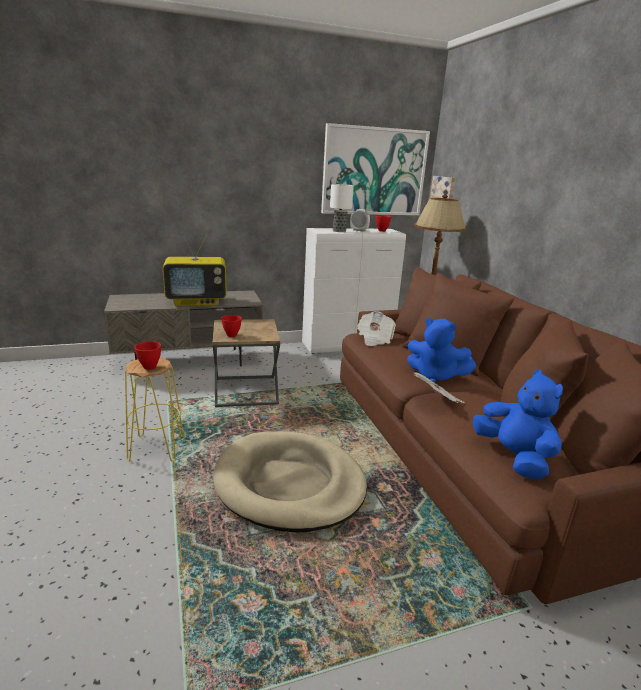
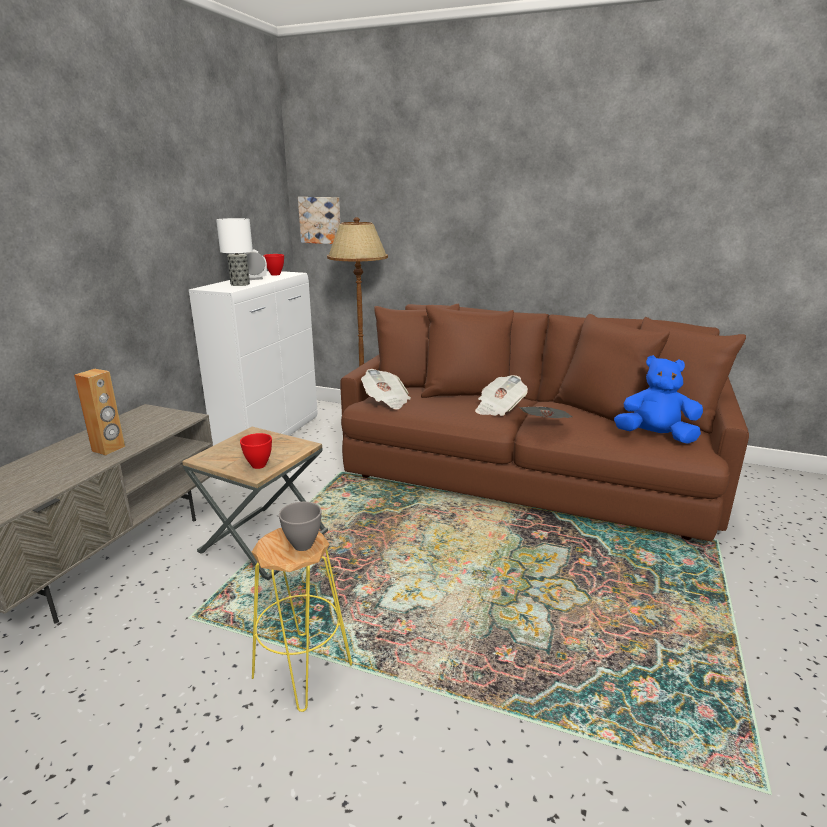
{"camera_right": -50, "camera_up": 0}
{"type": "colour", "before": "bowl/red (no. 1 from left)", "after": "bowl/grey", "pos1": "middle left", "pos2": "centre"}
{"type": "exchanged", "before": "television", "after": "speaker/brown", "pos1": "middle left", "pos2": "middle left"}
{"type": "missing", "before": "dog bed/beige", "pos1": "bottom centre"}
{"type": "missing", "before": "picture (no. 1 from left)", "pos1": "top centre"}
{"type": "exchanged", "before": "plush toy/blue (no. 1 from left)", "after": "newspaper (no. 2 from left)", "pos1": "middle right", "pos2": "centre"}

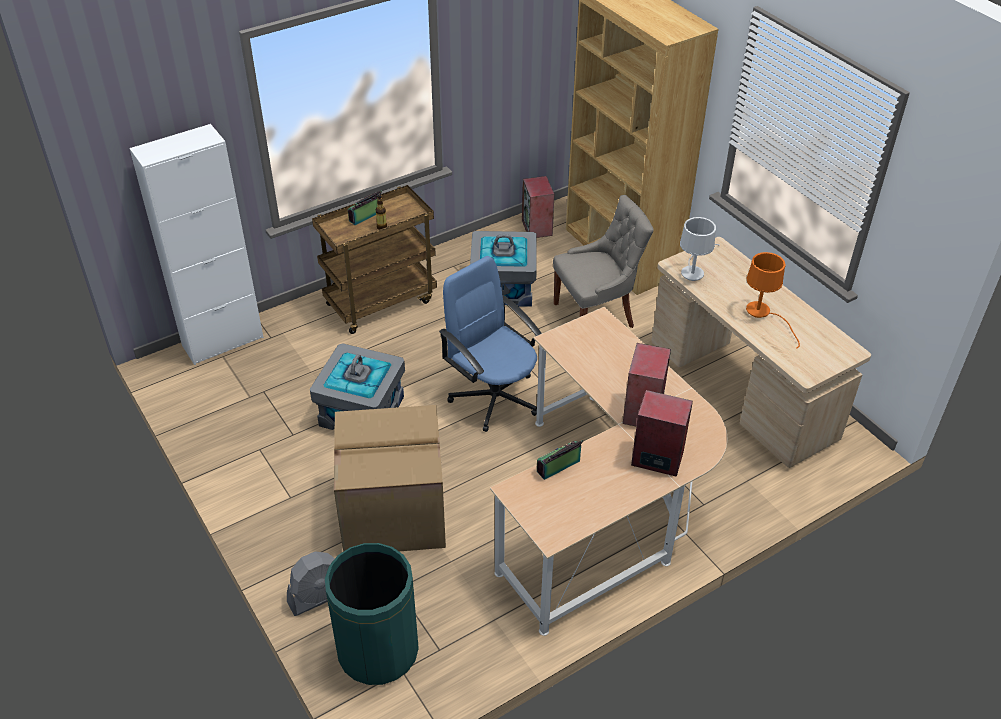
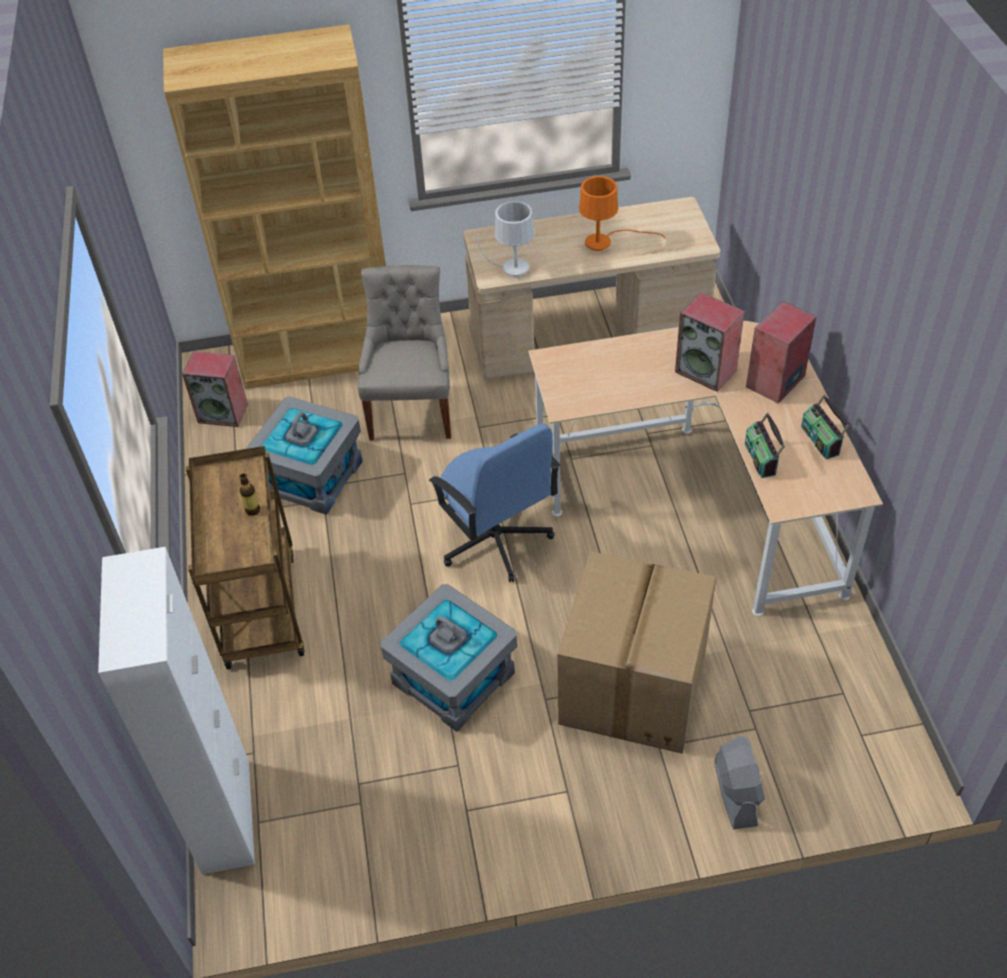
{"camera_right": -65, "camera_up": 5}
{"type": "missing", "before": "trash can/green", "pos1": "bottom centre"}
{"type": "relocated", "before": "radio (no. 1 from left in the first image)", "after": "radio (no. 2 from left)", "pos1": "top centre", "pos2": "middle right"}
{"type": "spun", "before": "office chair/blue", "pos1": "centre", "pos2": "centre", "turn": -105}

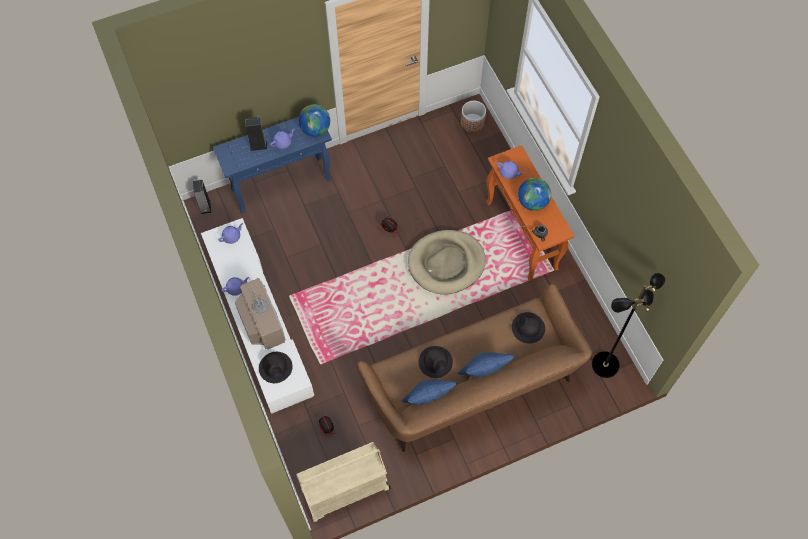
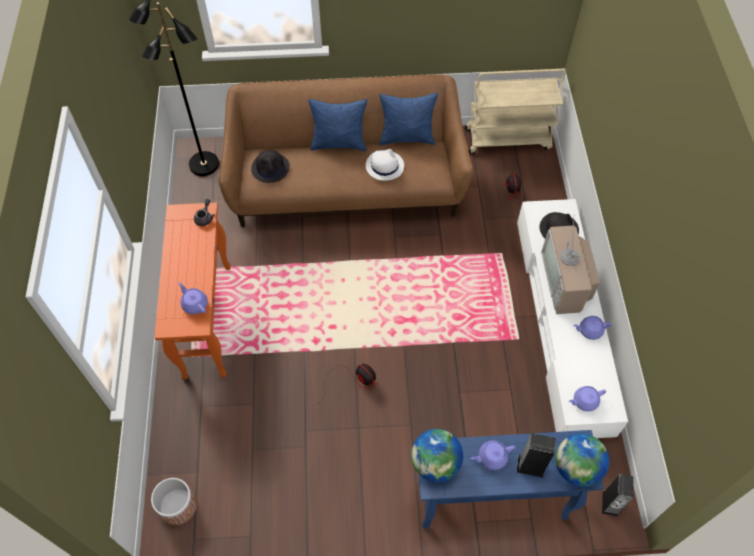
{"camera_right": -160, "camera_up": -5}
{"type": "missing", "before": "dog bed/beige", "pos1": "centre"}
{"type": "colour", "before": "hat/black (no. 2 from left)", "after": "hat/white", "pos1": "bottom centre", "pos2": "top centre"}
{"type": "relocated", "before": "globe (no. 2 from left)", "pos1": "centre", "pos2": "bottom right"}

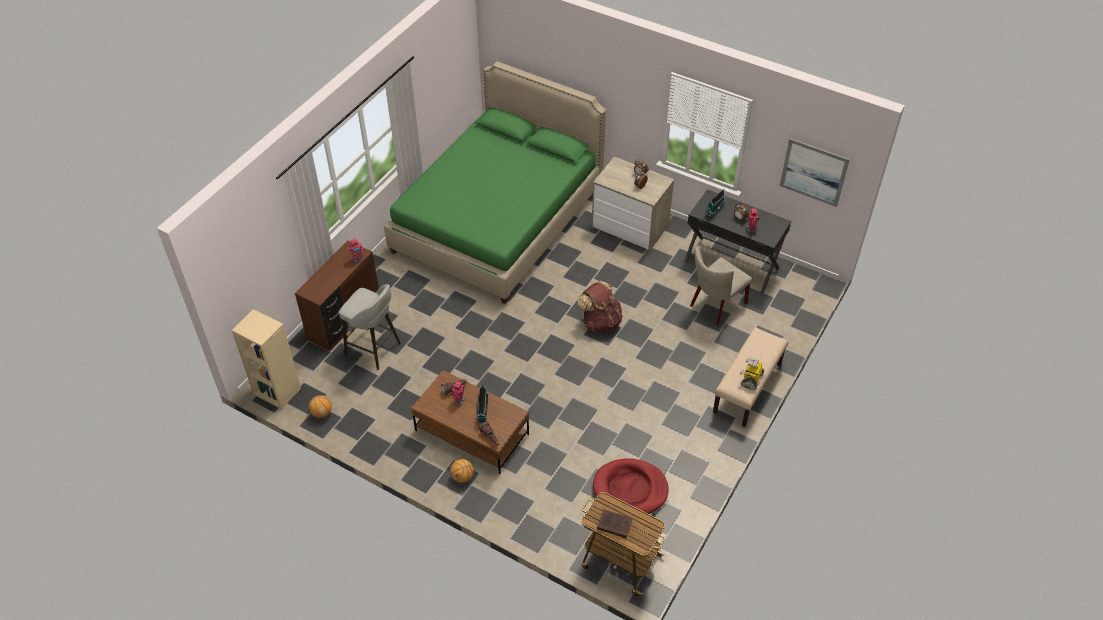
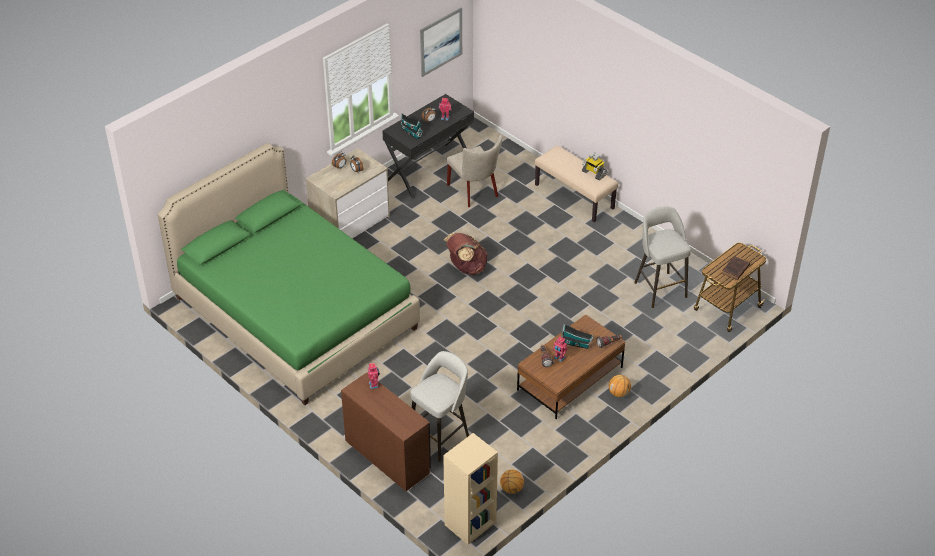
{"camera_right": -75, "camera_up": -5}
{"type": "exchanged", "before": "dog bed/red", "after": "stool/grey (no. 2 from left)", "pos1": "bottom centre", "pos2": "middle right"}

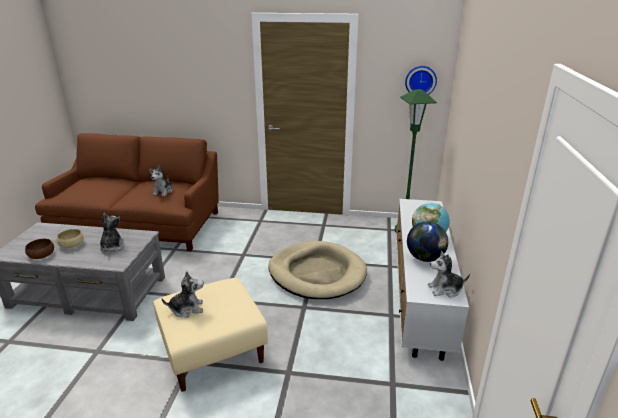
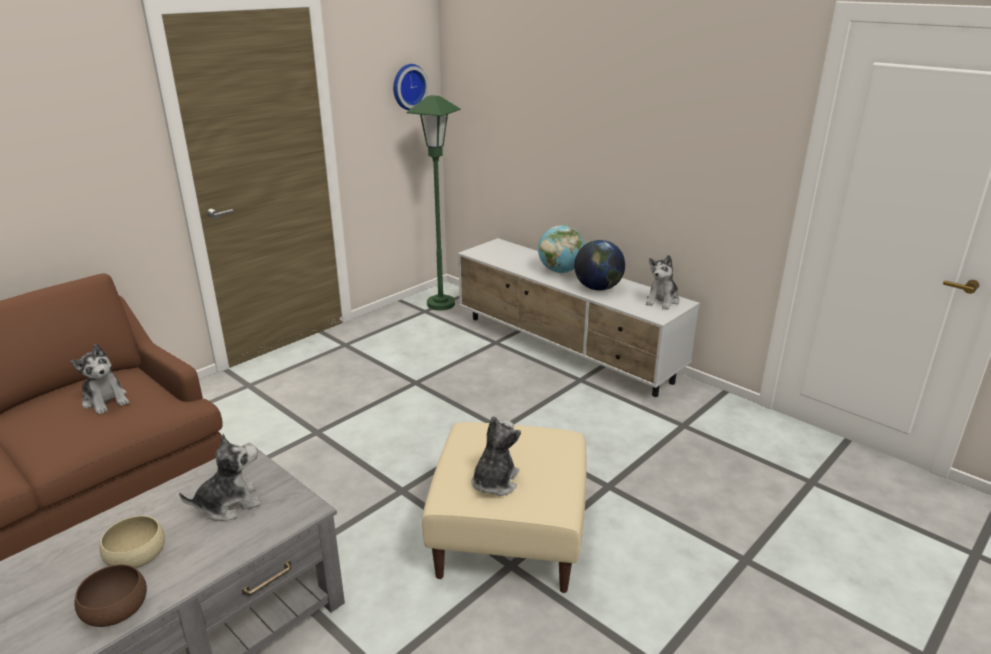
{"camera_right": -55, "camera_up": 0}
{"type": "spun", "before": "plush toy (no. 1 from left in the first image)", "pos1": "middle left", "pos2": "bottom left", "turn": 120}
{"type": "missing", "before": "dog bed/beige", "pos1": "centre"}

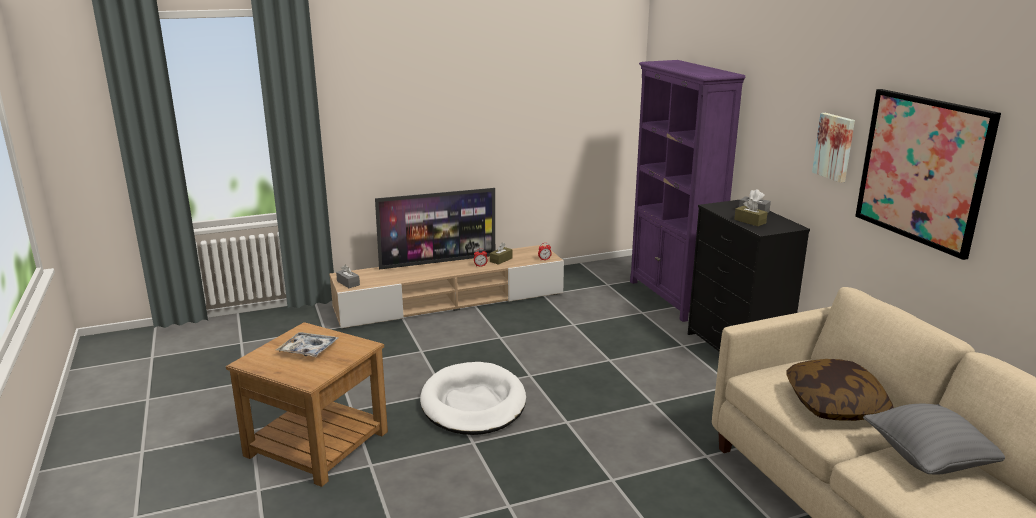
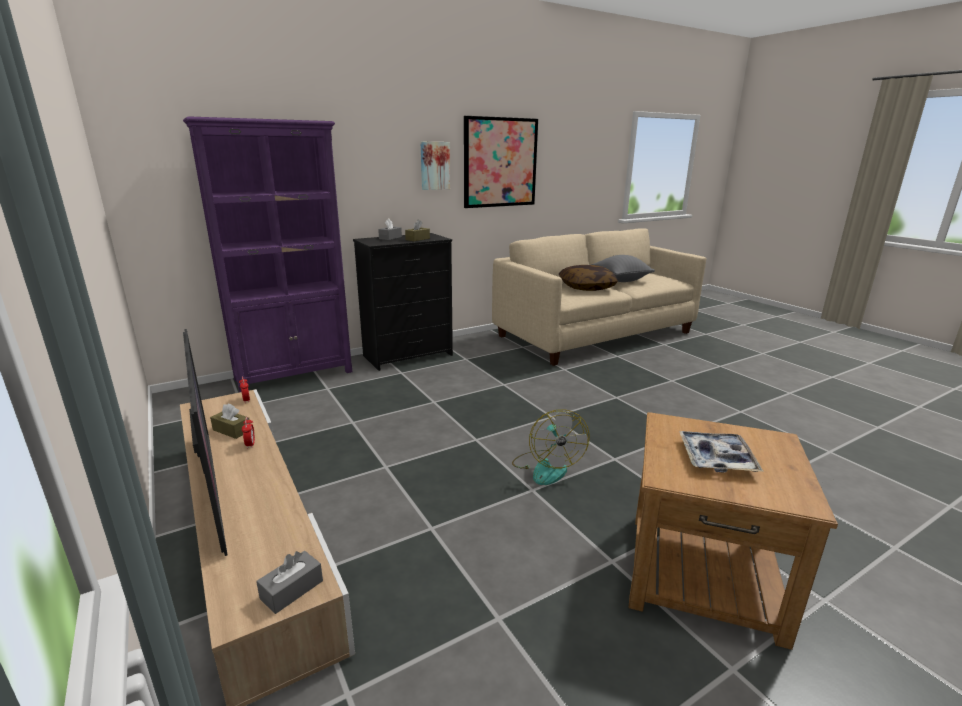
{"camera_right": -100, "camera_up": 0}
{"type": "exchanged", "before": "dog bed/white", "after": "fan", "pos1": "bottom centre", "pos2": "centre"}

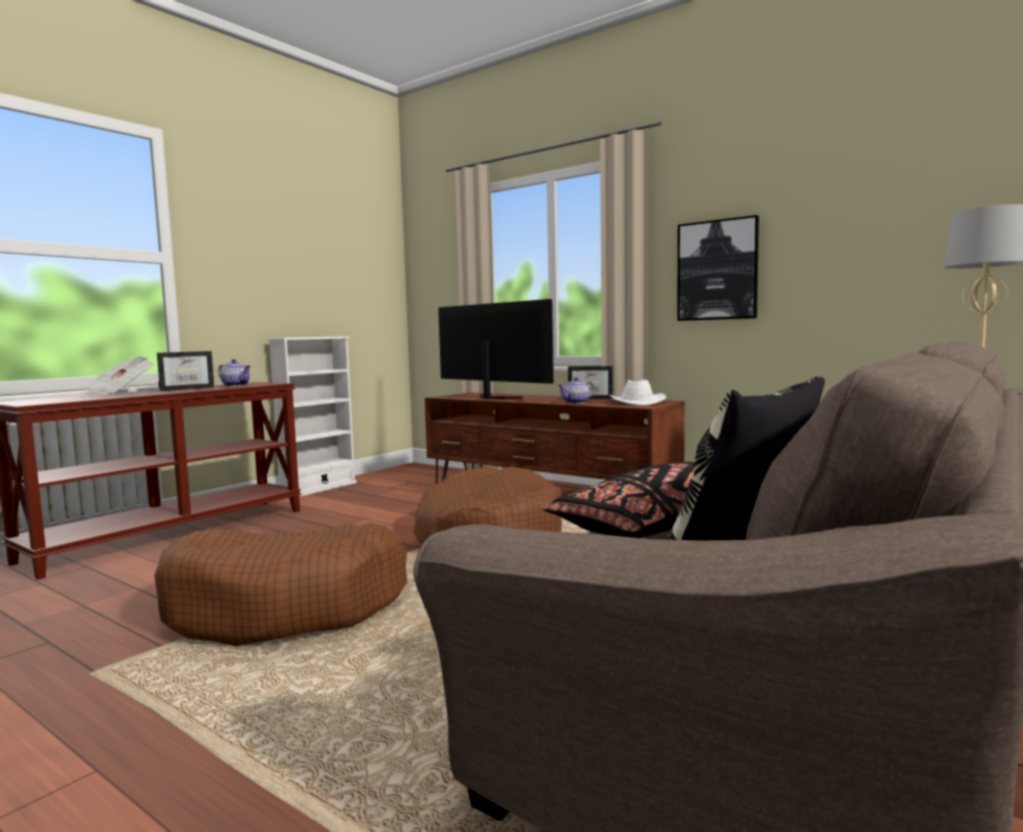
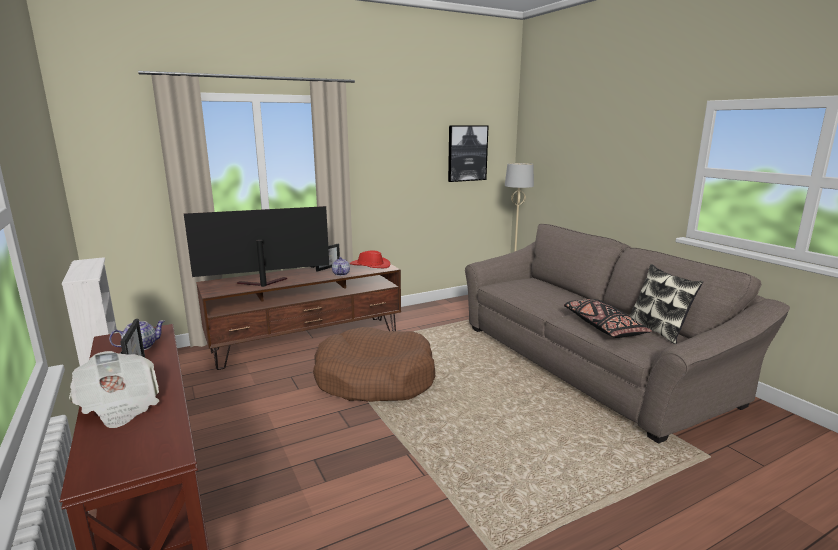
{"camera_right": -65, "camera_up": 10}
{"type": "missing", "before": "dog bed/brown (no. 1 from left)", "pos1": "bottom left"}
{"type": "colour", "before": "hat/white", "after": "hat/red", "pos1": "centre", "pos2": "centre"}
{"type": "relocated", "before": "picture", "pos1": "top right", "pos2": "top centre"}

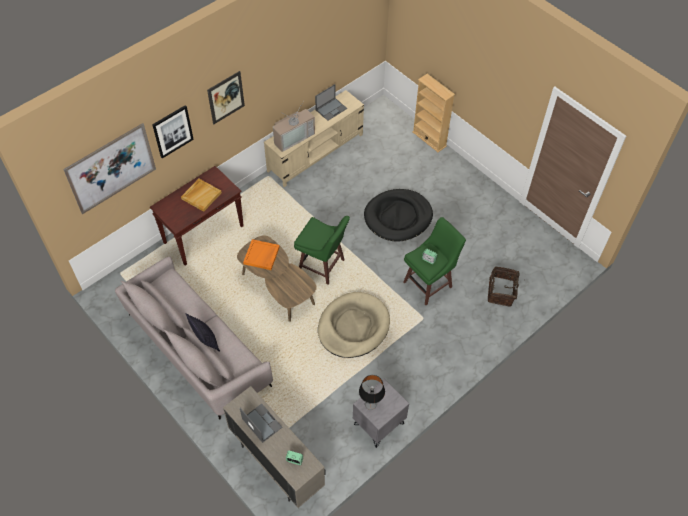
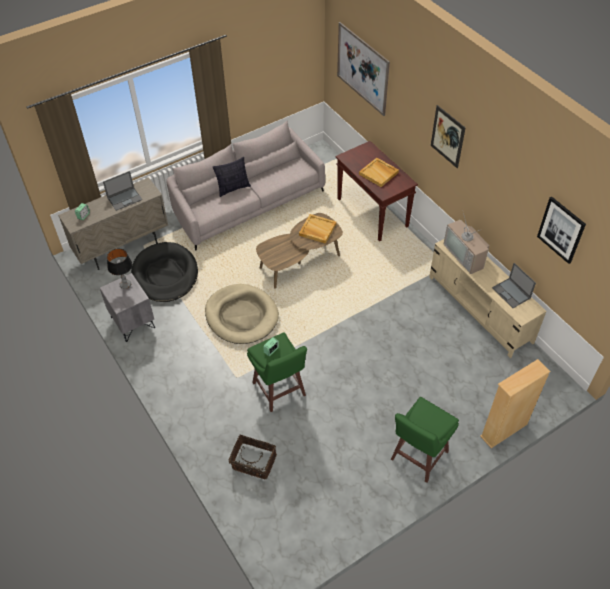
{"camera_right": 100, "camera_up": -5}
{"type": "relocated", "before": "picture (no. 2 from left in the first image)", "after": "picture (no. 3 from left)", "pos1": "top left", "pos2": "middle right"}
{"type": "colour", "before": "tray/orange", "after": "tray/beige (no. 1 from left)", "pos1": "centre", "pos2": "centre"}
{"type": "relocated", "before": "stool/green (no. 1 from left in the first image)", "after": "stool/green (no. 2 from left)", "pos1": "centre", "pos2": "bottom right"}
{"type": "relocated", "before": "dog bed/black", "pos1": "centre", "pos2": "middle left"}

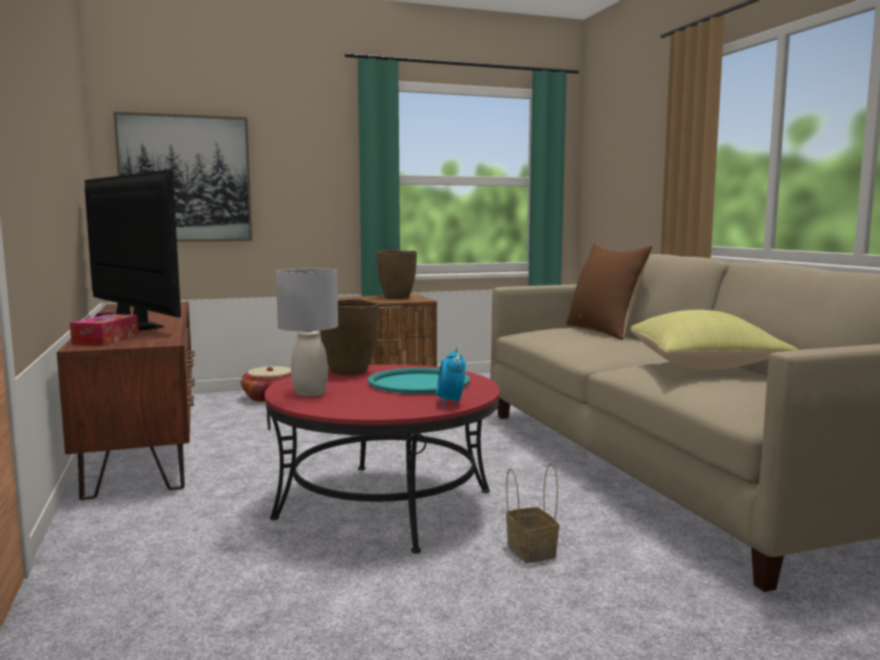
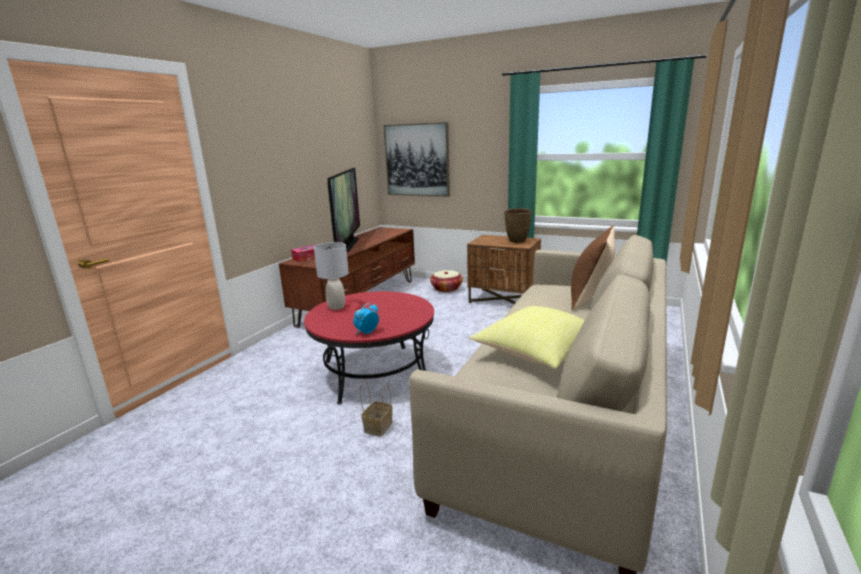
{"camera_right": 45, "camera_up": 10}
{"type": "missing", "before": "vase/brown (no. 1 from left)", "pos1": "centre"}
{"type": "missing", "before": "tray/turquoise", "pos1": "centre"}

